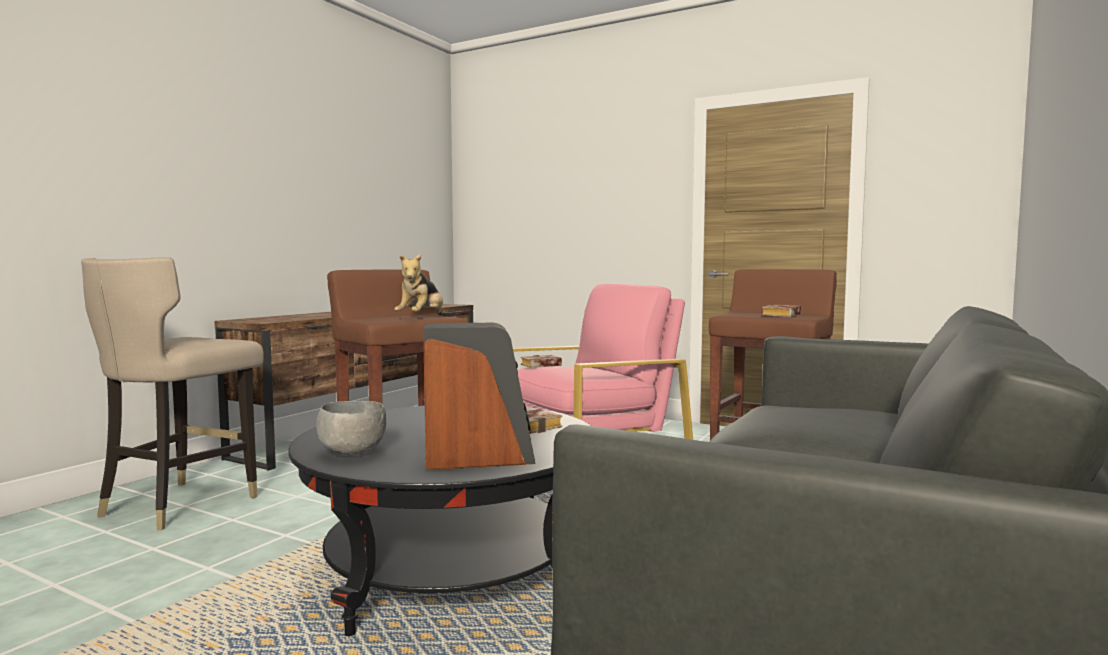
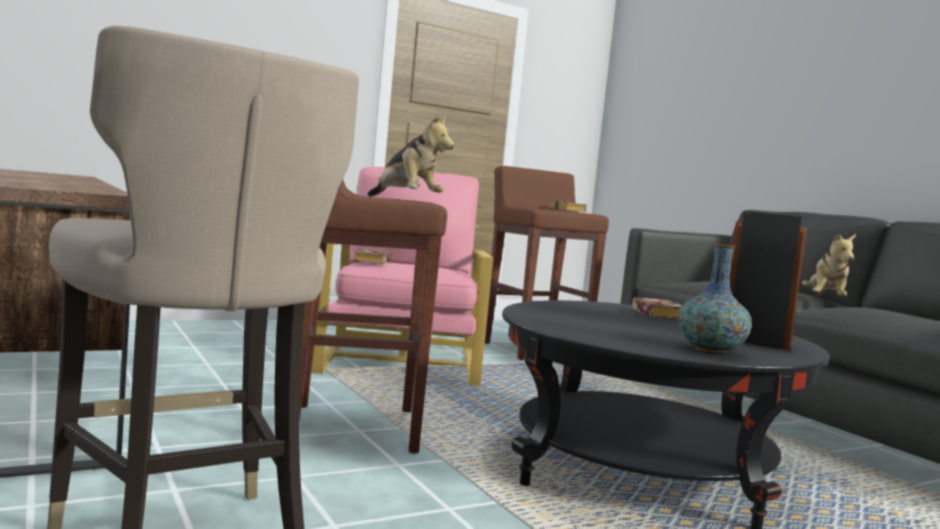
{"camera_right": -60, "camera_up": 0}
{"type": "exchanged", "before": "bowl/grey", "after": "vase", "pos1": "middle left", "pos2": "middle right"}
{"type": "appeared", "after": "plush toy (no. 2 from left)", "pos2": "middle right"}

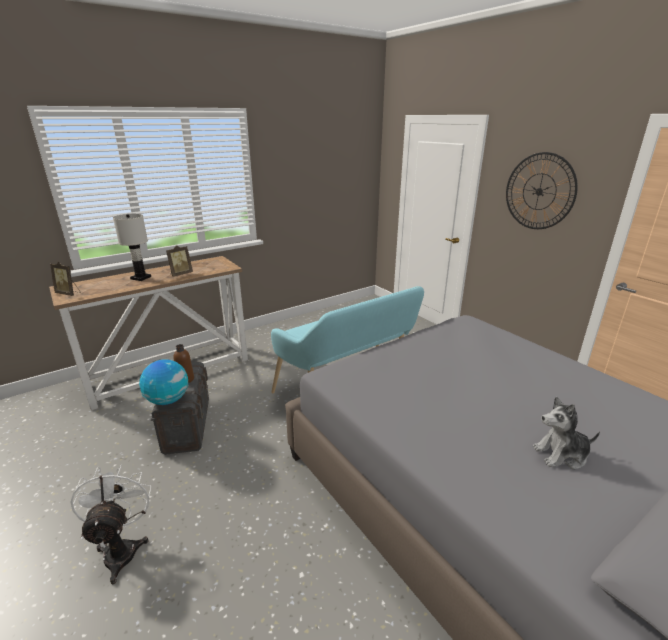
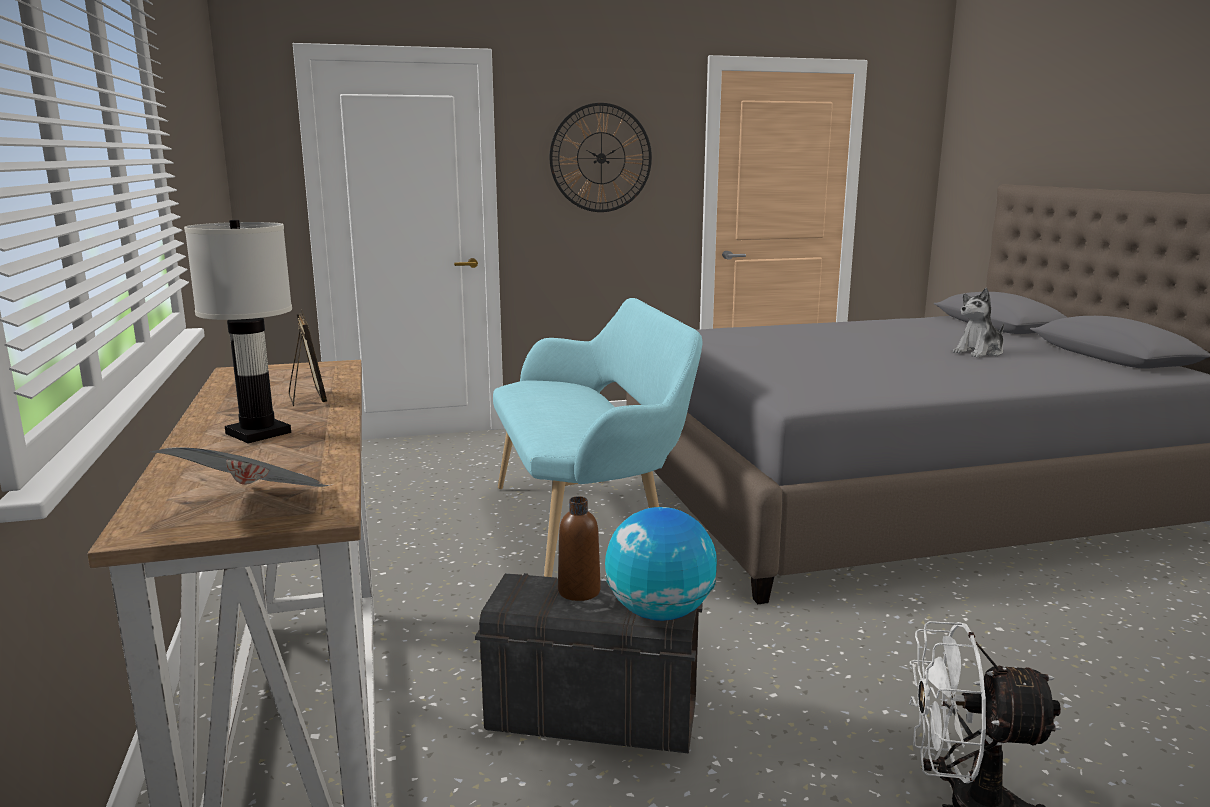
{"camera_right": -70, "camera_up": -10}
{"type": "exchanged", "before": "picture frame (no. 1 from left)", "after": "newspaper", "pos1": "middle left", "pos2": "middle left"}
{"type": "spun", "before": "plush toy", "pos1": "bottom right", "pos2": "middle right", "turn": 45}

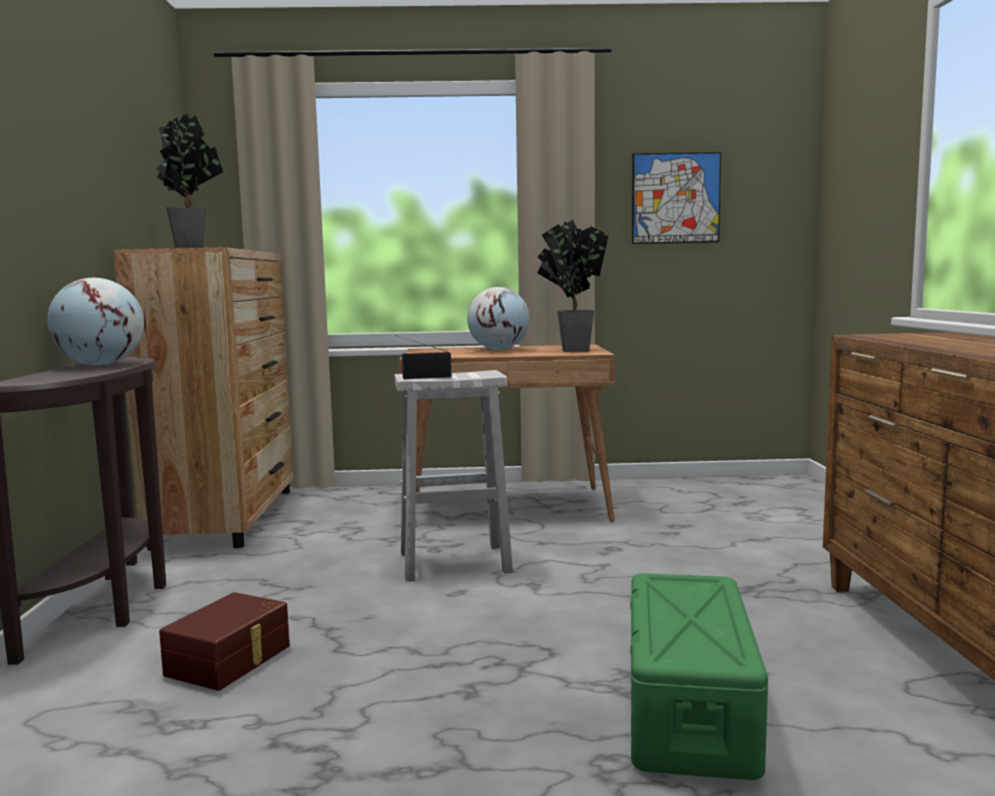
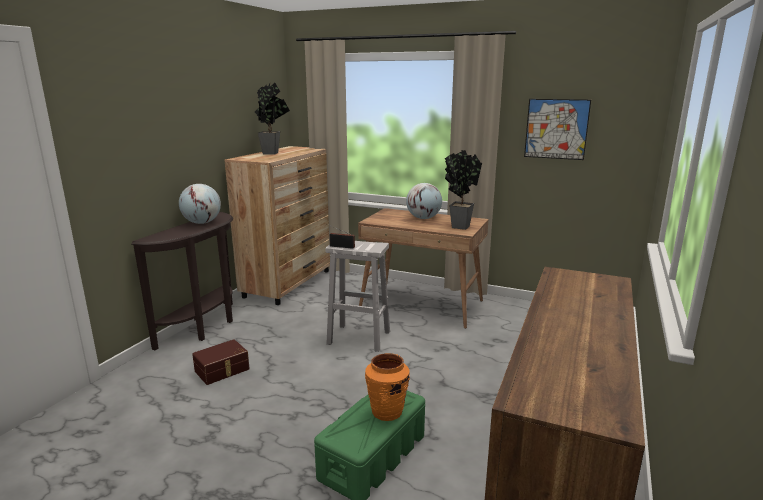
{"camera_right": 25, "camera_up": 10}
{"type": "appeared", "after": "vase/orange", "pos2": "bottom centre"}

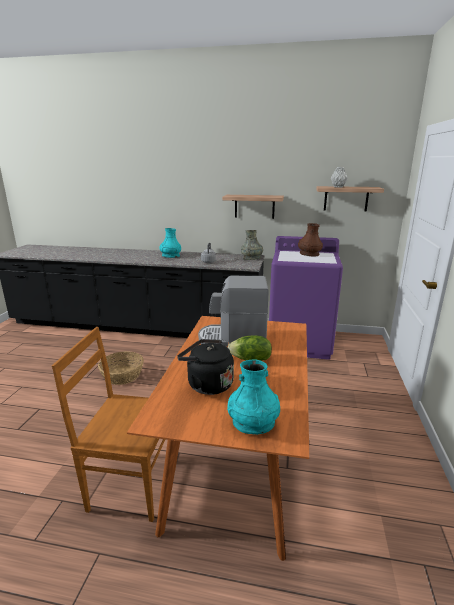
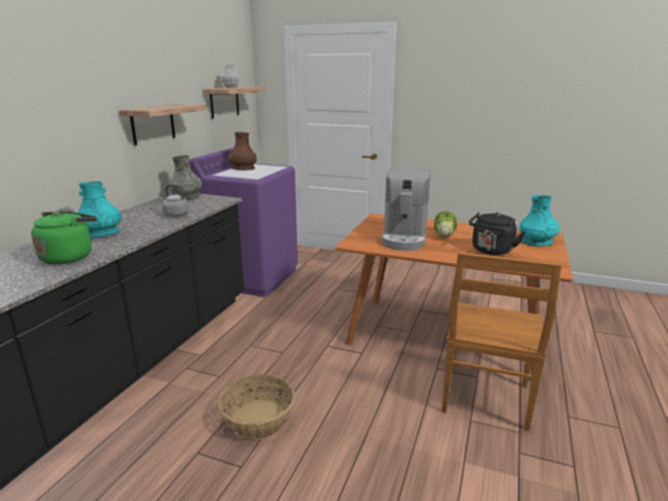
{"camera_right": -80, "camera_up": 0}
{"type": "appeared", "after": "kettle/green", "pos2": "middle left"}

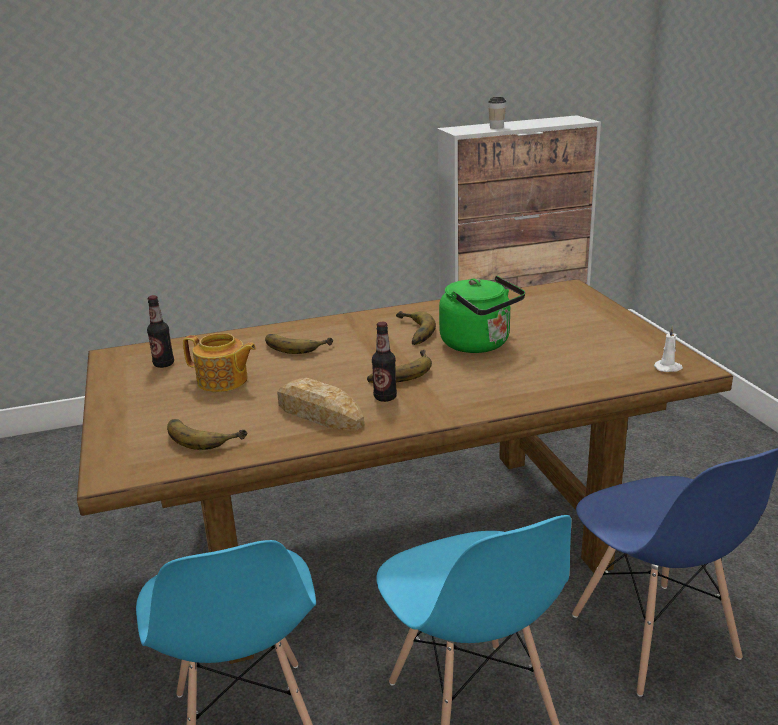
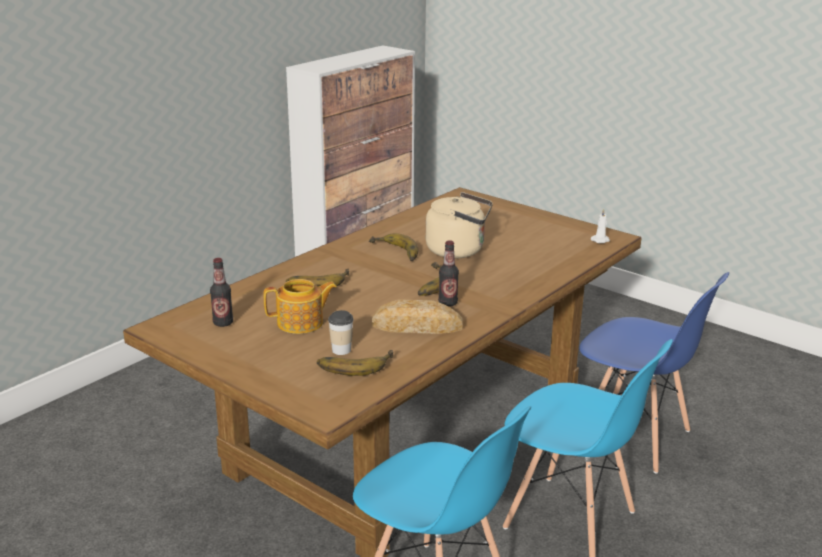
{"camera_right": -35, "camera_up": 0}
{"type": "colour", "before": "kettle/green", "after": "kettle/beige", "pos1": "centre", "pos2": "centre"}
{"type": "relocated", "before": "cup", "pos1": "top centre", "pos2": "centre"}

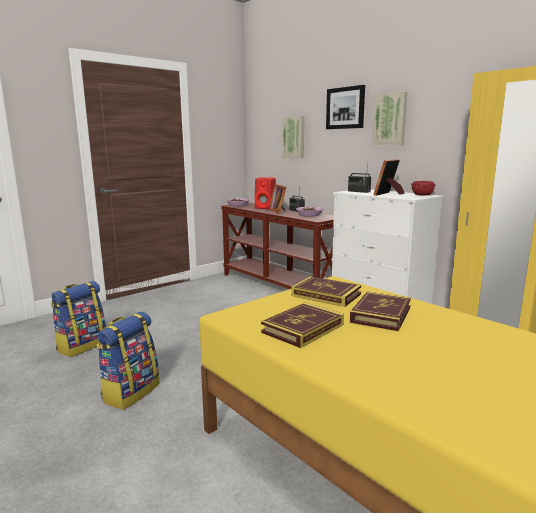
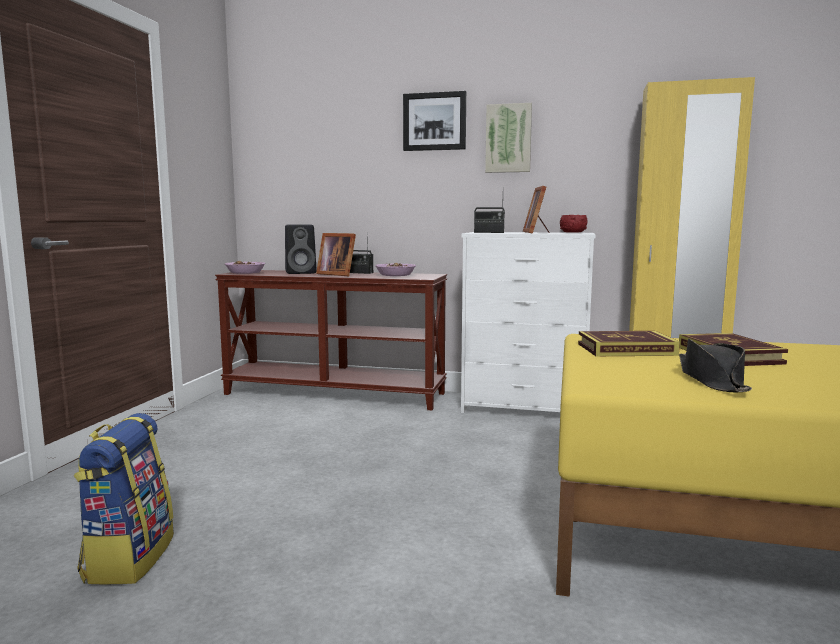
{"camera_right": -35, "camera_up": -5}
{"type": "missing", "before": "backpack (no. 2 from left)", "pos1": "bottom left"}
{"type": "colour", "before": "speaker/red", "after": "speaker/black", "pos1": "centre", "pos2": "centre"}
{"type": "exchanged", "before": "book (no. 1 from left)", "after": "hat/black", "pos1": "centre", "pos2": "middle right"}
{"type": "missing", "before": "picture (no. 1 from left)", "pos1": "top centre"}

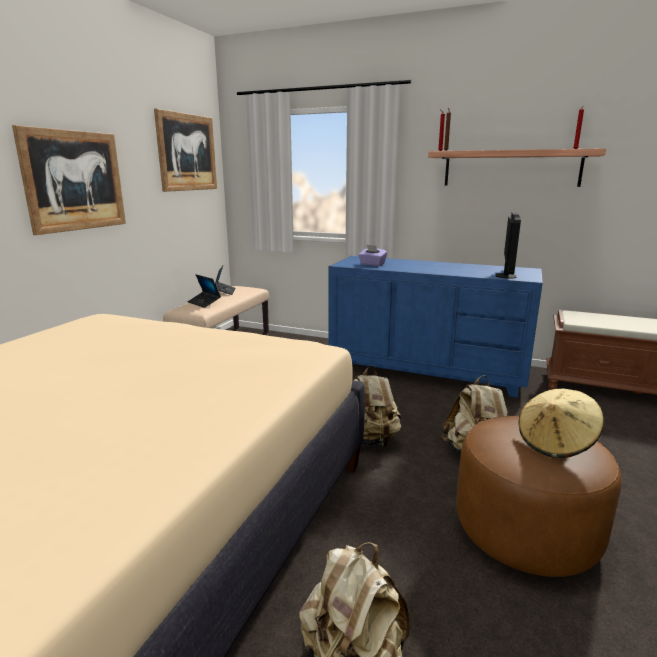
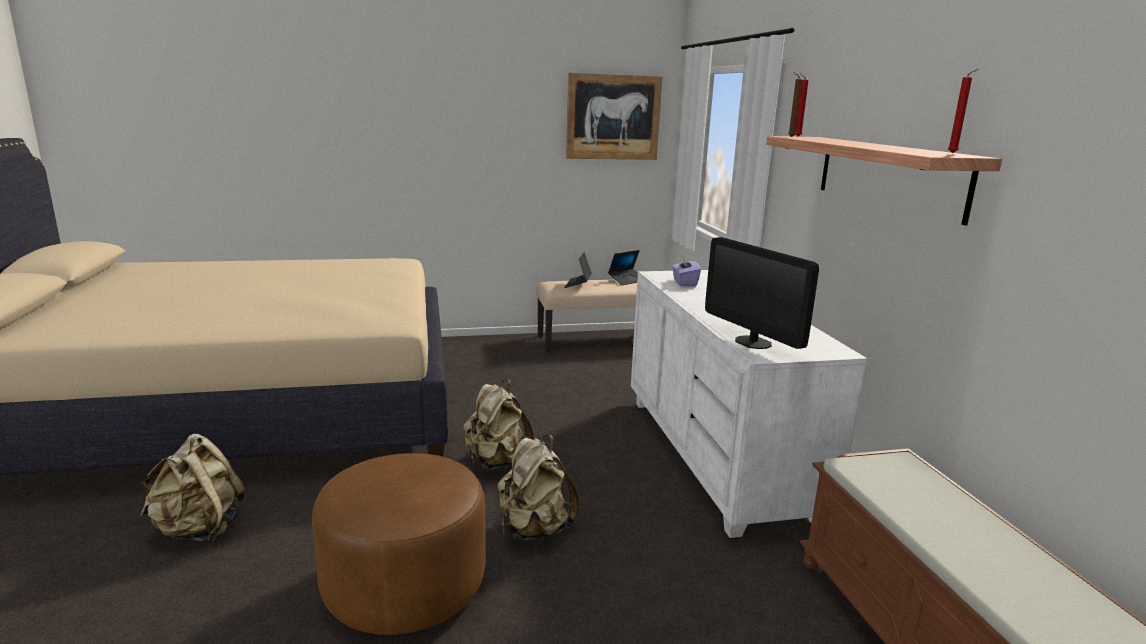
{"camera_right": 55, "camera_up": 0}
{"type": "missing", "before": "picture (no. 1 from left)", "pos1": "top left"}
{"type": "colour", "before": "dresser/blue", "after": "dresser/white", "pos1": "centre", "pos2": "centre"}
{"type": "spun", "before": "monitor", "pos1": "middle right", "pos2": "centre", "turn": 75}
{"type": "missing", "before": "hat/beige", "pos1": "middle right"}

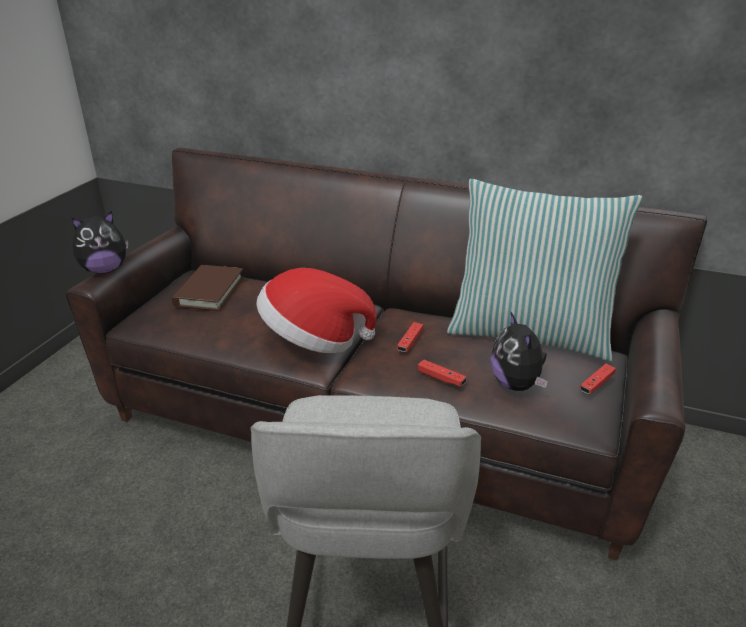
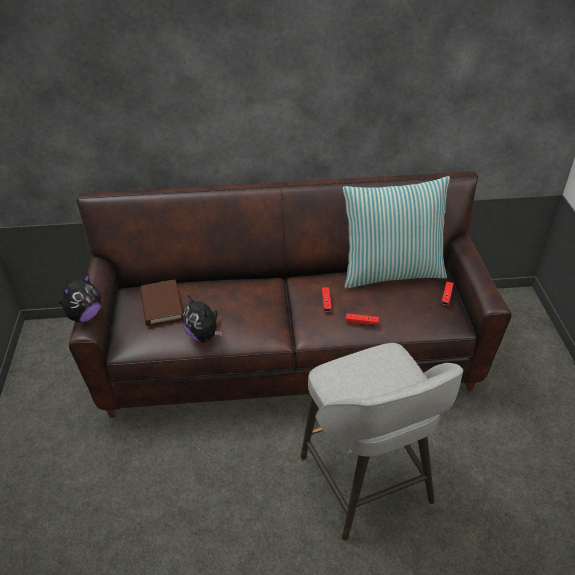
{"camera_right": -25, "camera_up": 10}
{"type": "missing", "before": "hat", "pos1": "centre"}
{"type": "relocated", "before": "plush toy (no. 2 from left)", "pos1": "middle right", "pos2": "centre"}

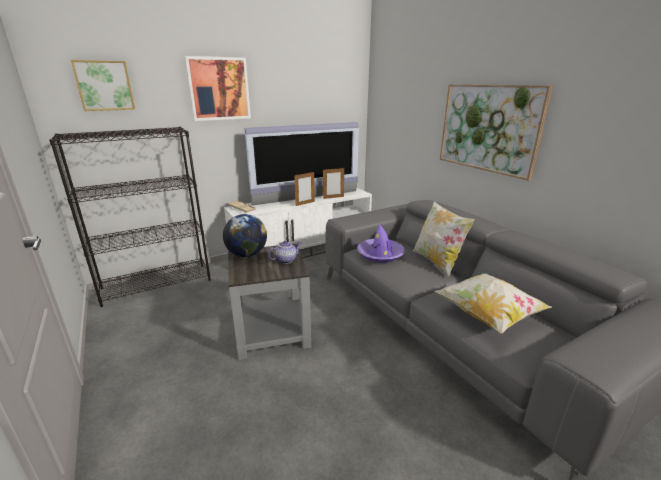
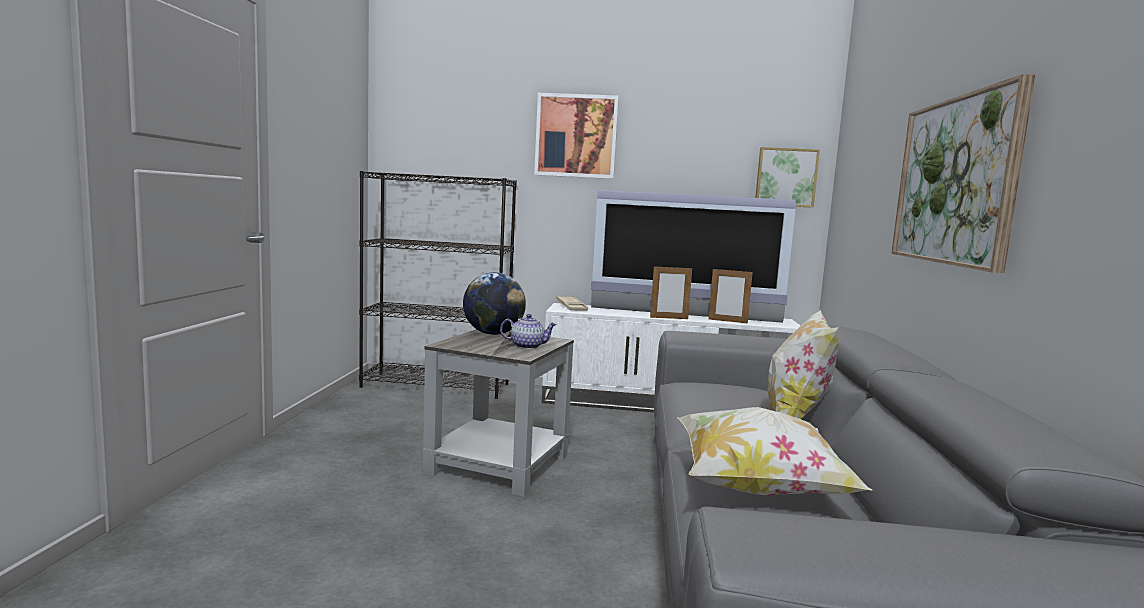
{"camera_right": 35, "camera_up": -15}
{"type": "relocated", "before": "picture (no. 1 from left in the first image)", "after": "picture (no. 2 from left)", "pos1": "top left", "pos2": "top right"}
{"type": "missing", "before": "hat/purple", "pos1": "centre"}

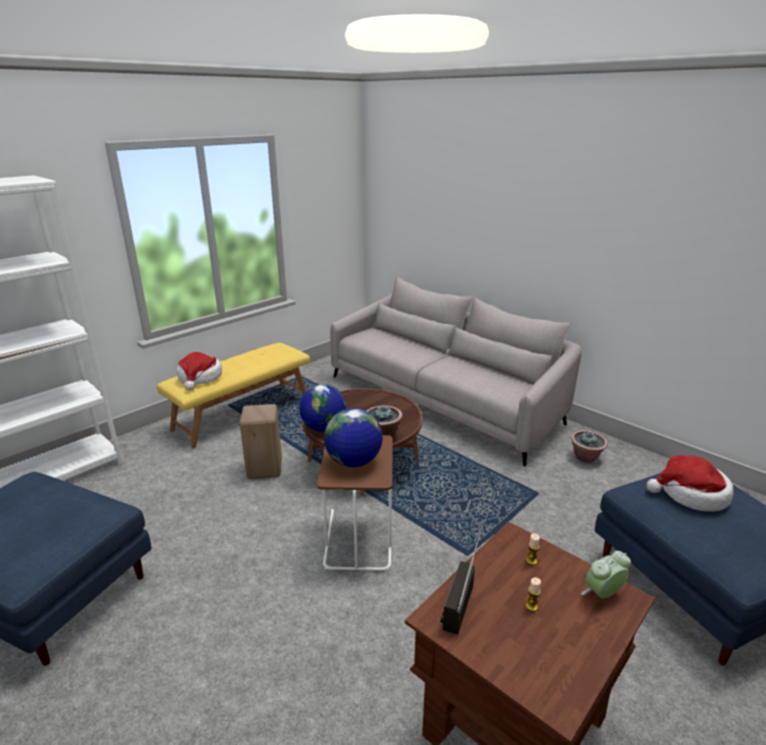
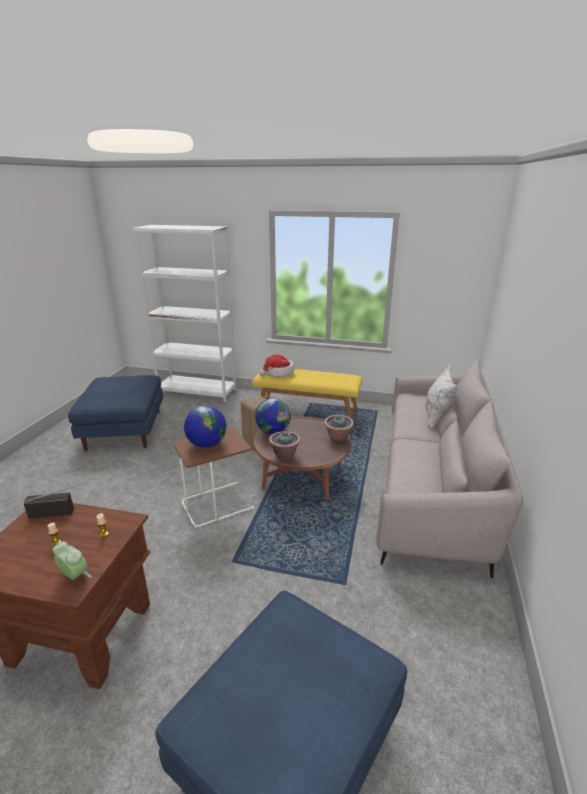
{"camera_right": 60, "camera_up": 0}
{"type": "relocated", "before": "potted plant (no. 2 from left)", "pos1": "middle right", "pos2": "centre"}
{"type": "missing", "before": "hat (no. 2 from left)", "pos1": "middle right"}
{"type": "appeared", "after": "pillow/white", "pos2": "middle right"}

